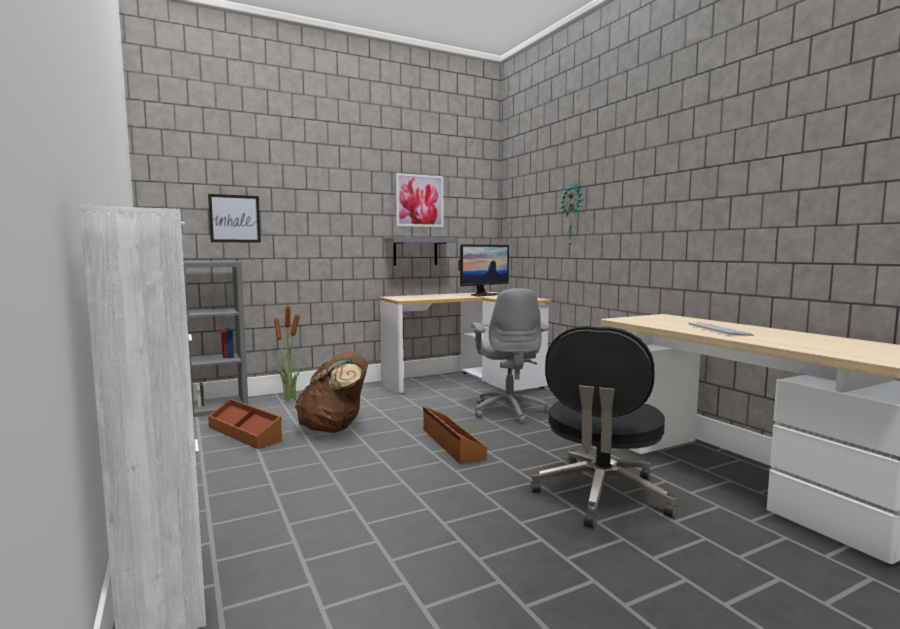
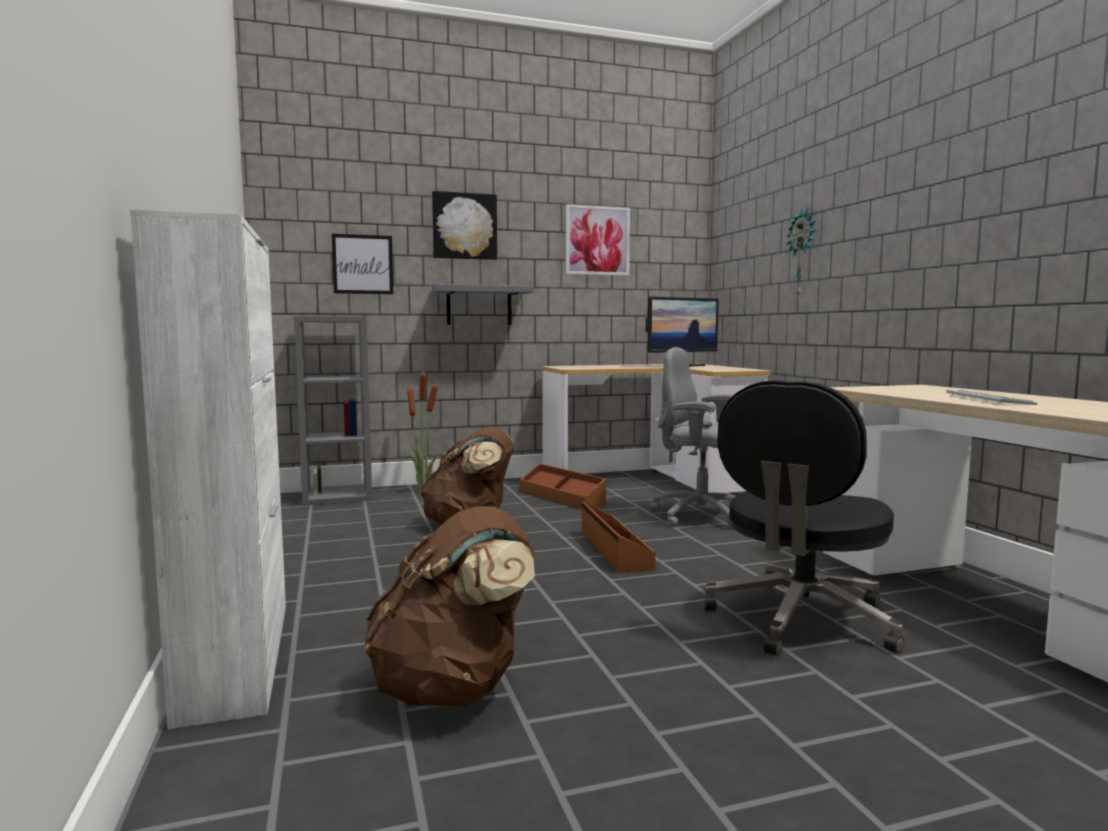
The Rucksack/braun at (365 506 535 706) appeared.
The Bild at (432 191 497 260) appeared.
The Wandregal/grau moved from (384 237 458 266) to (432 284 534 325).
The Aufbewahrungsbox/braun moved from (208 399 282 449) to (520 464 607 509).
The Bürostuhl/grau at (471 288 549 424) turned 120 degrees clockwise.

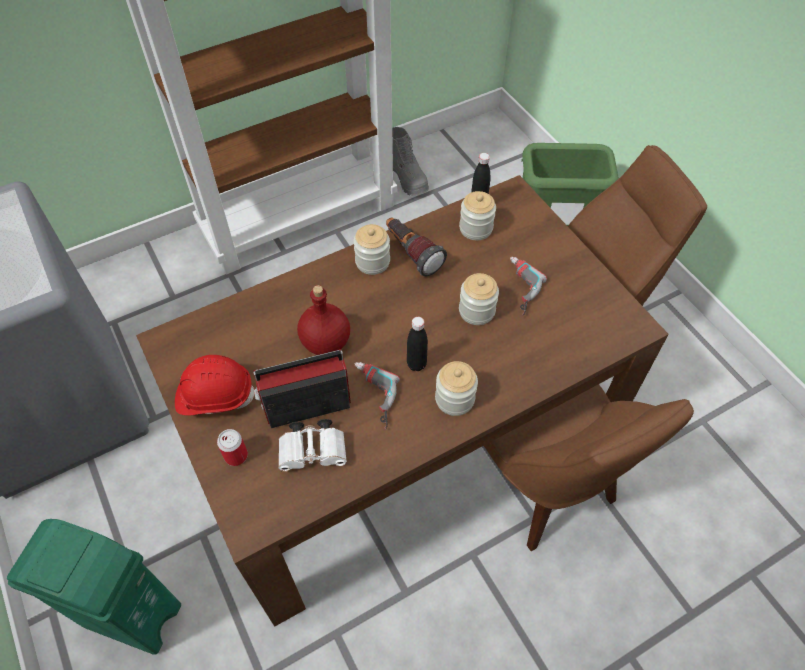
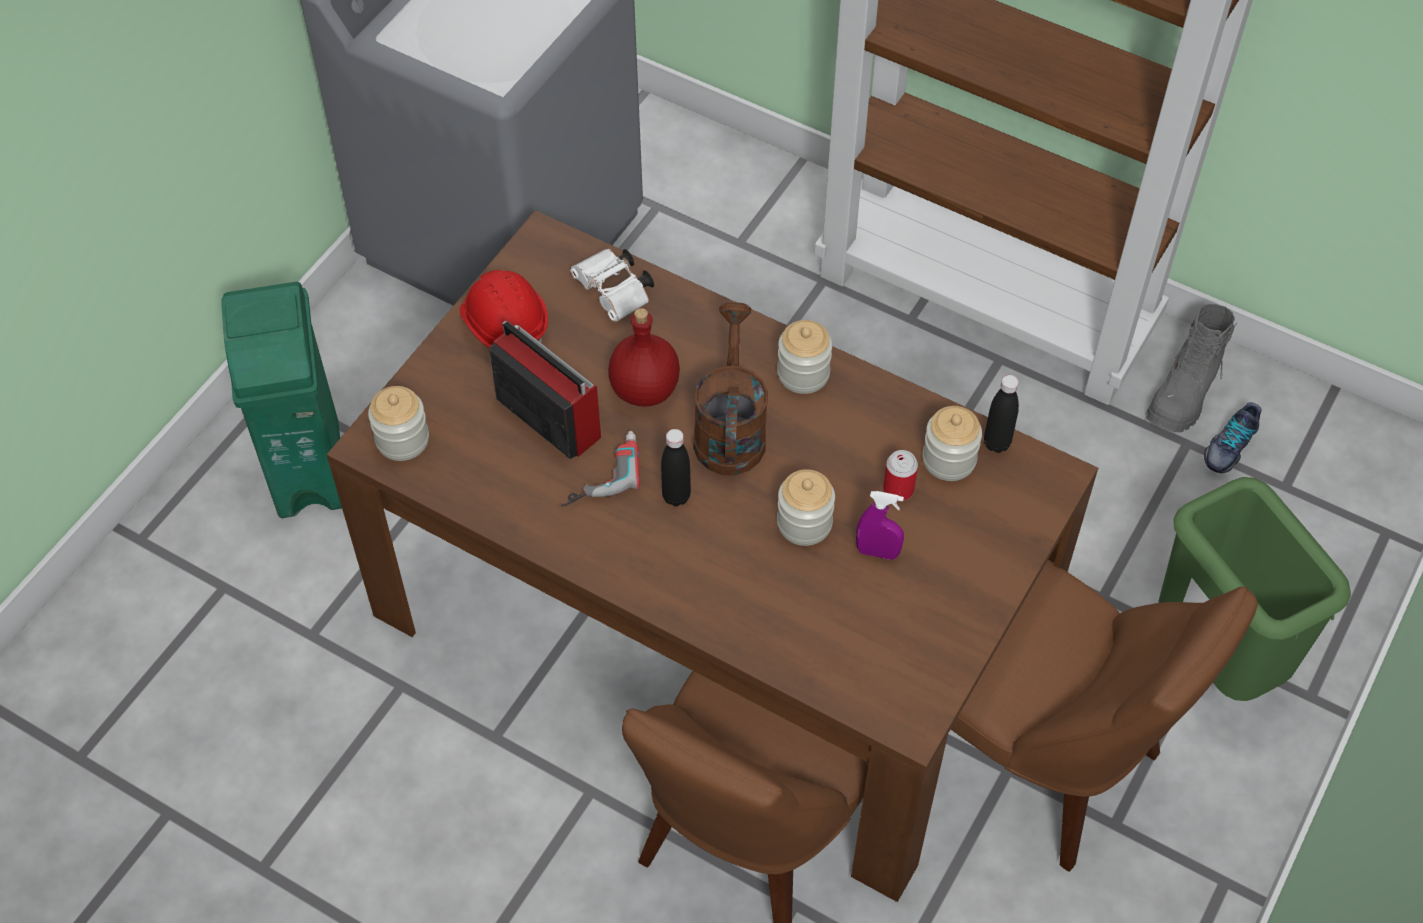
The Vorratsglas moved from (435 361 478 416) to (368 386 429 461).
The Fernglas/weiß moved from (278 419 347 472) to (570 248 654 322).
The Gießkanne/braun at (693 302 768 476) appeared.
The Bohrmaschine at (510 257 547 316) was replaced by the Sprühflasche/lila at (856 491 904 560).
The Dose moved from (217 429 248 466) to (883 450 918 501).
The Schuh at (1204 402 1262 473) appeared.
The Taschenlampe at (386 217 447 277) disappeared.

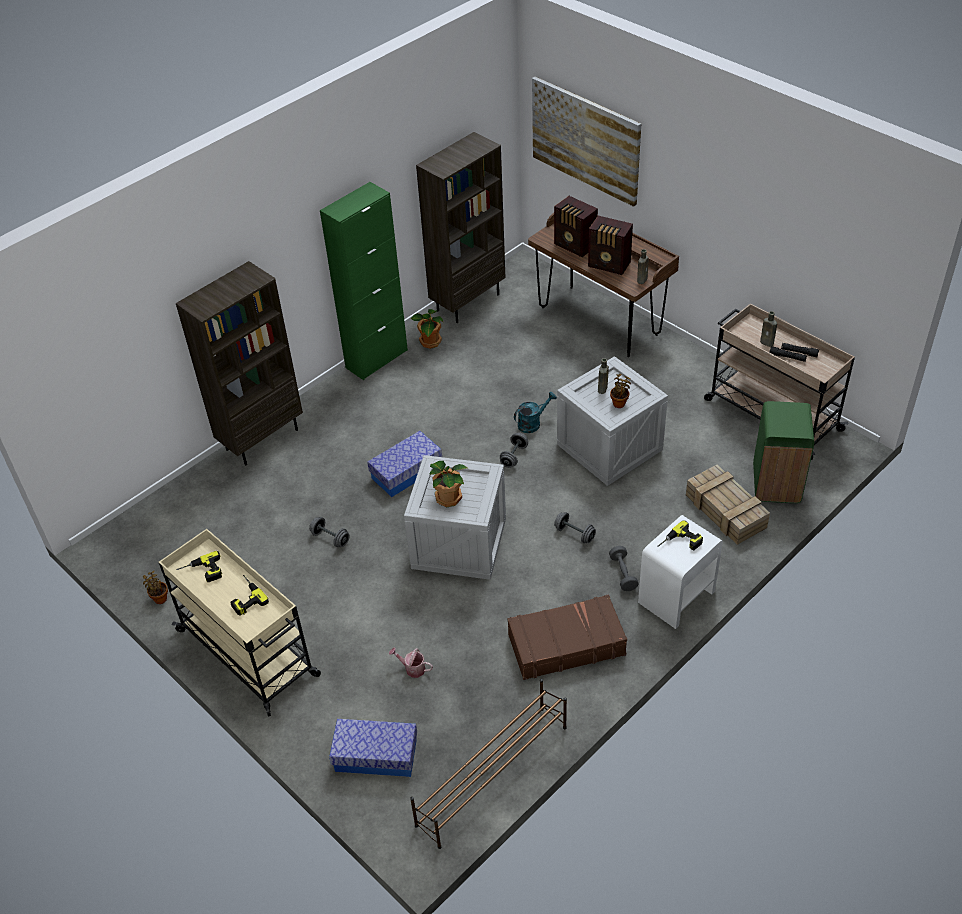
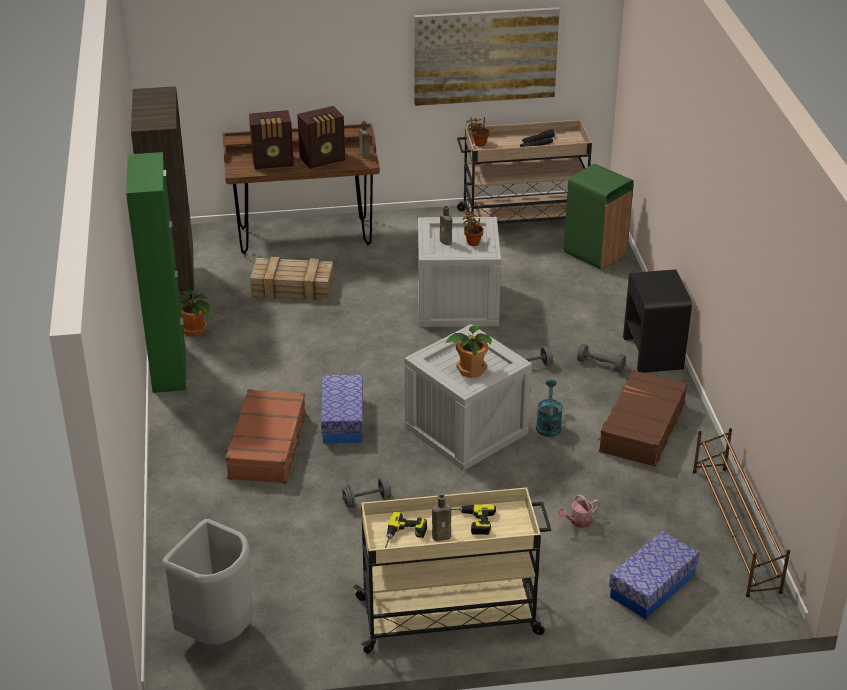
The Mülleimer/grau at (162 519 253 645) appeared.
The Koffer/braun at (226 389 309 484) appeared.
The Kiste moved from (686 465 770 545) to (250 257 334 301).
The Bild moved from (532 76 641 207) to (414 7 560 106).
The Flasche/braun moved from (760 311 777 347) to (432 494 451 541).
The Topfpflanze moved from (143 571 168 604) to (467 117 490 147).
The Gießkanne/türkis moved from (514 392 557 433) to (536 380 563 437).
The Nachttisch/weiß at (638 515 723 629) became the Nachttisch/schwarz at (623 269 692 373).
The Bücherregal/braun at (176 261 303 465) disappeared.
The Hantel/grau at (500 432 528 468) disappeared.
The Bohrmaschine at (657 520 703 551) disappeared.

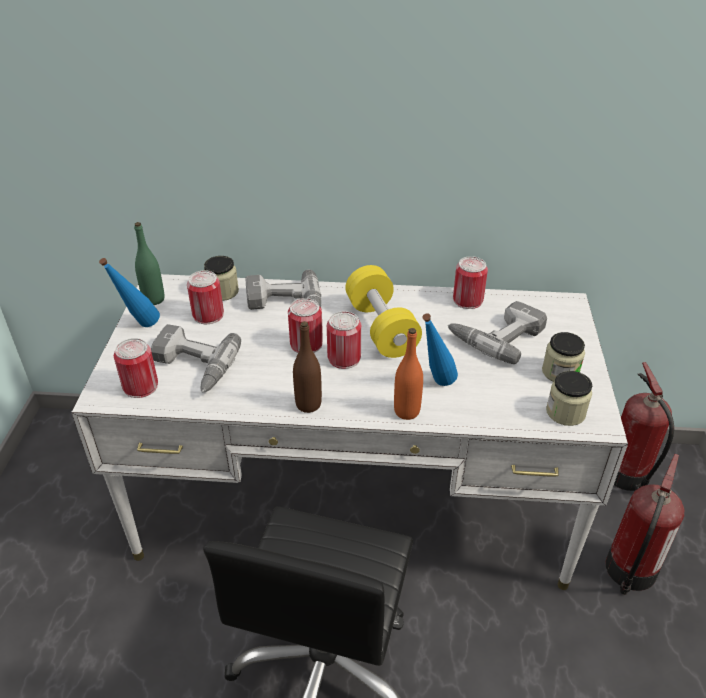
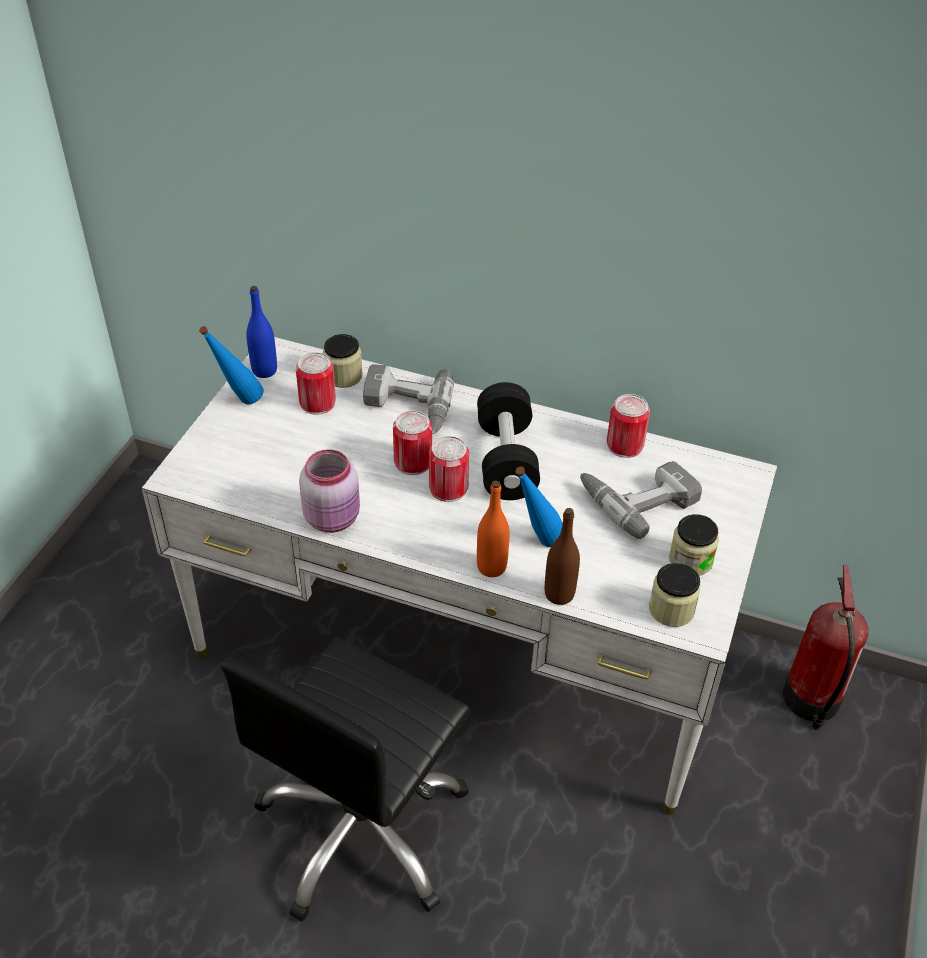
The Flasche/grün at (134 222 165 305) became the Flasche/blau at (246 286 277 378).
The Vorratsglas/rosa at (299 449 360 533) appeared.
The Hantel/gelb at (345 265 422 358) became the Hantel/schwarz at (477 382 540 500).
The Flasche/braun moved from (293 321 322 413) to (545 508 580 605).
The Dose at (114 338 158 398) disappeared.
The Bohrmaschine at (151 324 241 393) disappeared.
The Feuerlöscher at (606 454 684 595) disappeared.

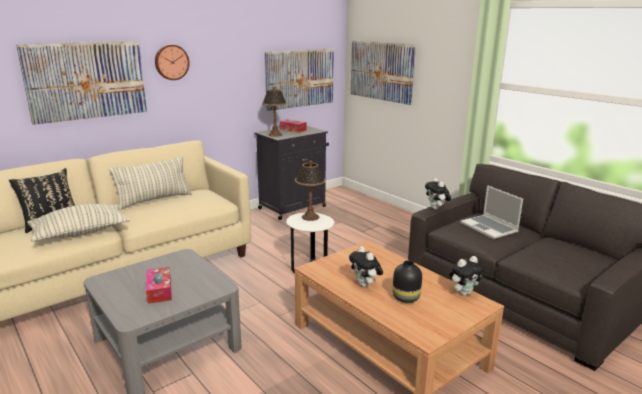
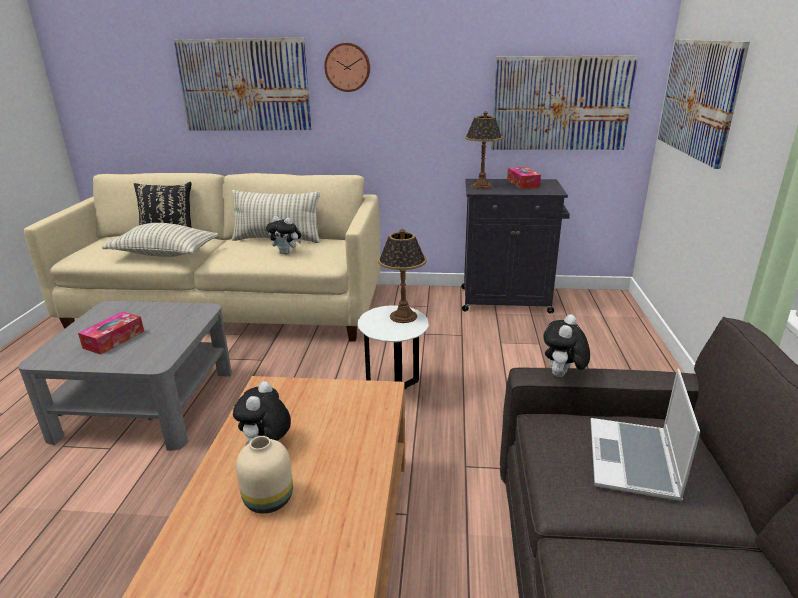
The Vase/schwarz at (393 260 422 303) became the Vase/beige at (236 436 293 514).
The Plüschtier moved from (449 256 485 296) to (266 216 301 254).

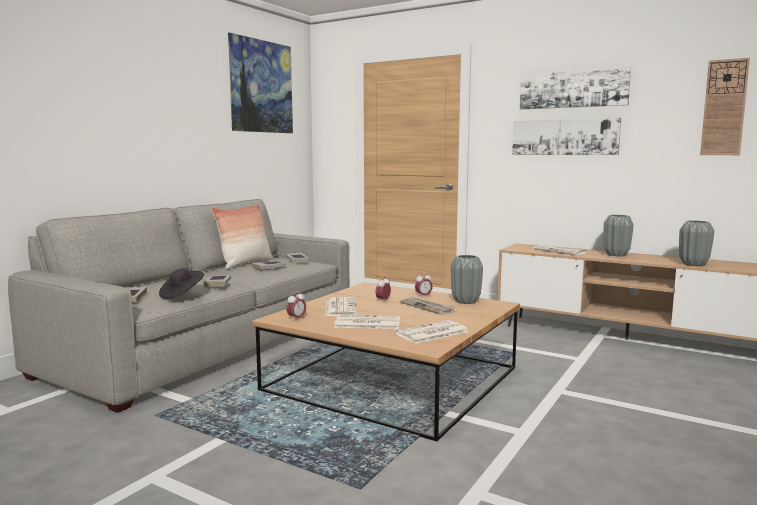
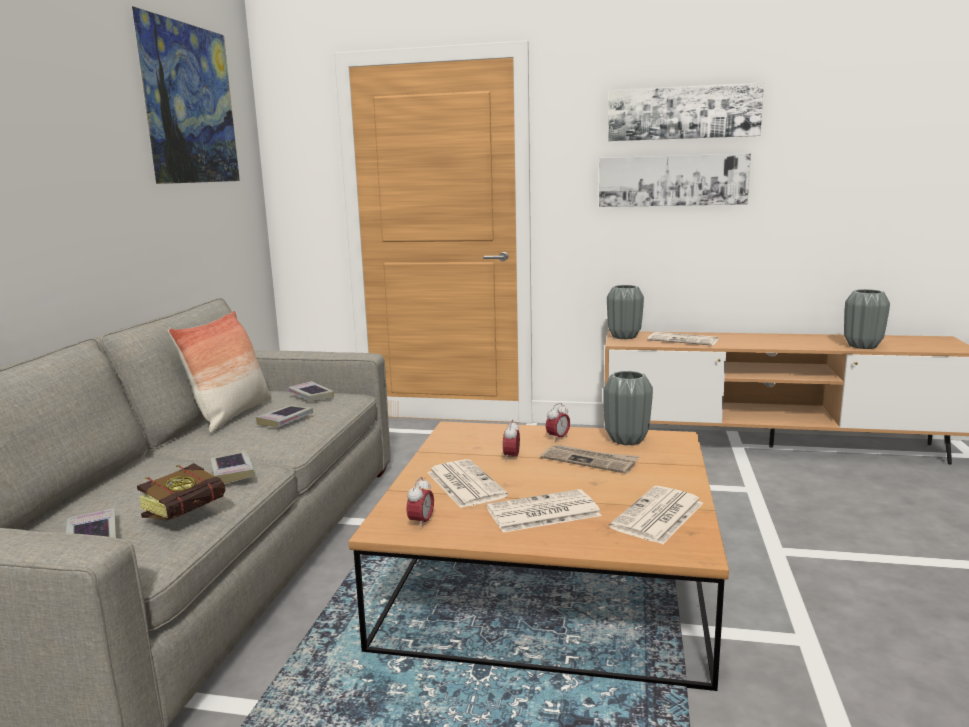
The Hut/schwarz at (159 268 204 299) was replaced by the Buch at (137 463 225 521).
The Vase/grau moved from (604 215 634 256) to (607 285 644 339).
The Wanduhr at (700 58 750 155) disappeared.

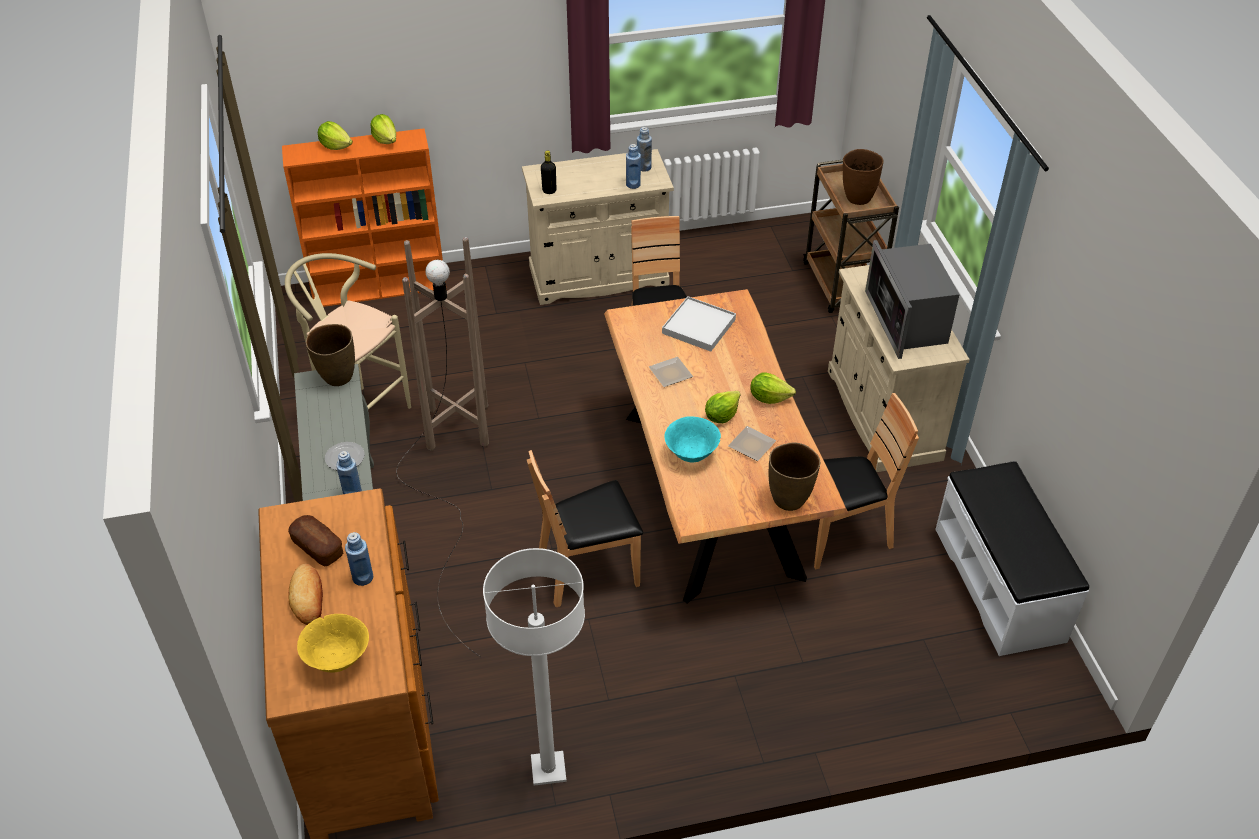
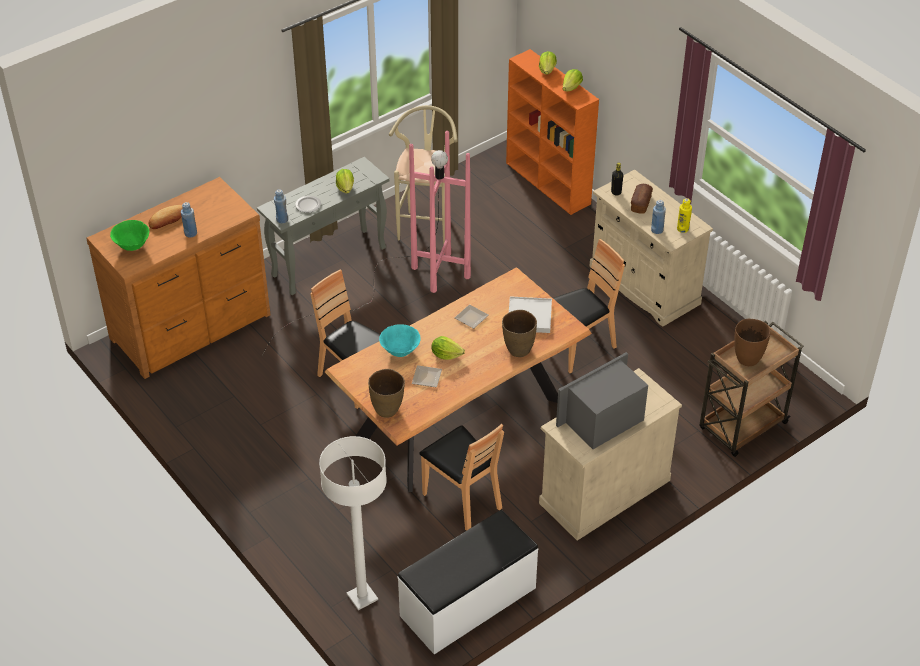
The Schüssel/gelb at (297 614 369 673) became the Schüssel/grün at (110 220 149 251).
The Stehlampe/braun at (396 237 489 657) became the Stehlampe/rosa at (262 131 471 356).
The Stehlampe/weiß moved from (483 548 585 786) to (319 436 387 610).
The Salatkopf moved from (750 373 796 404) to (336 169 354 193).
The Vase/braun moved from (306 324 355 386) to (502 310 537 357).
The Brot moved from (288 515 343 566) to (631 184 653 214).
The Flasche/blau at (637 127 652 172) became the Flasche/gelb at (677 198 692 233).

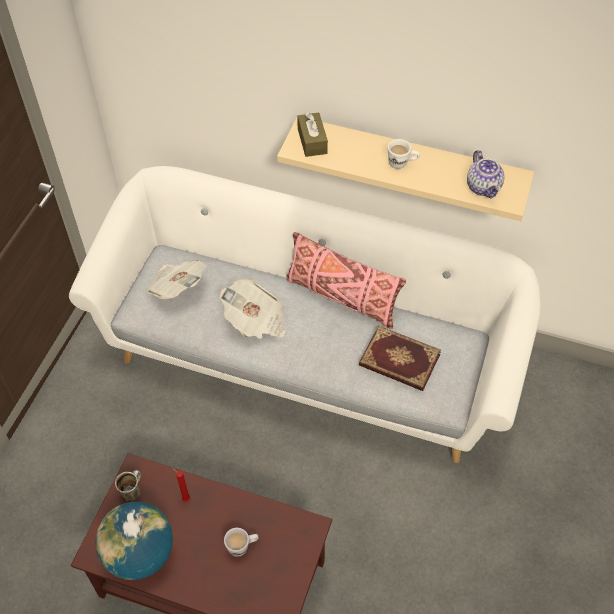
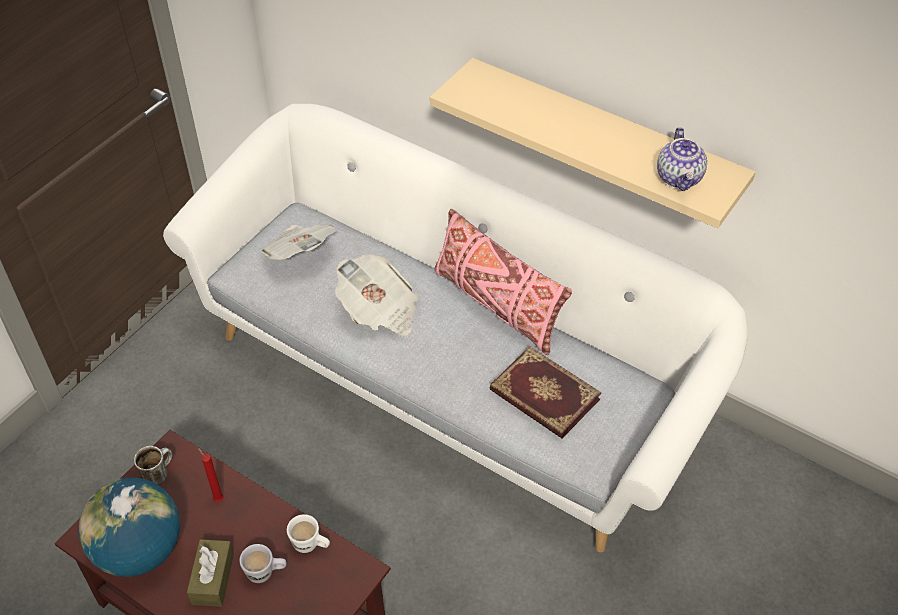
The Taschentuchbox/braun moved from (298 112 328 157) to (187 539 234 607).
The Henkelbecher/weiß moved from (388 139 420 169) to (287 514 330 553).

